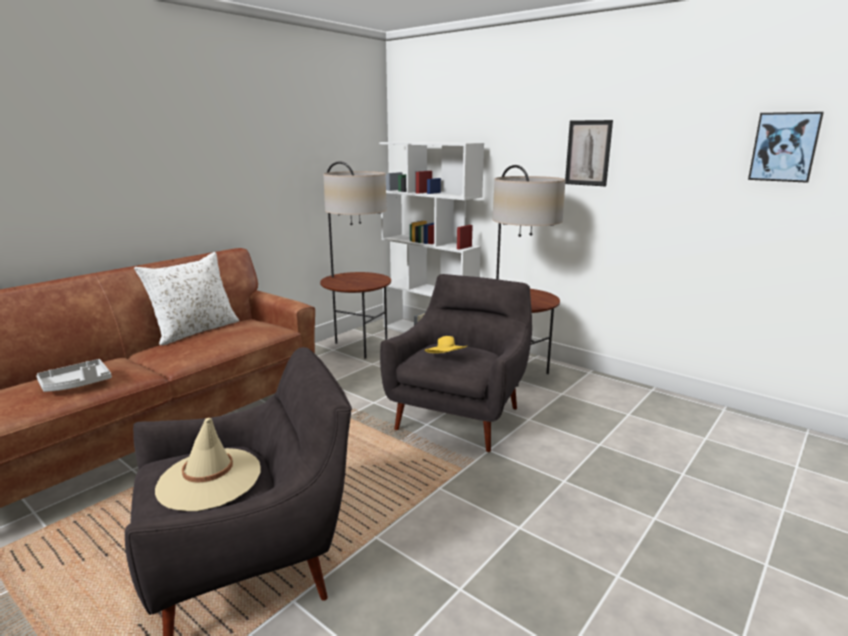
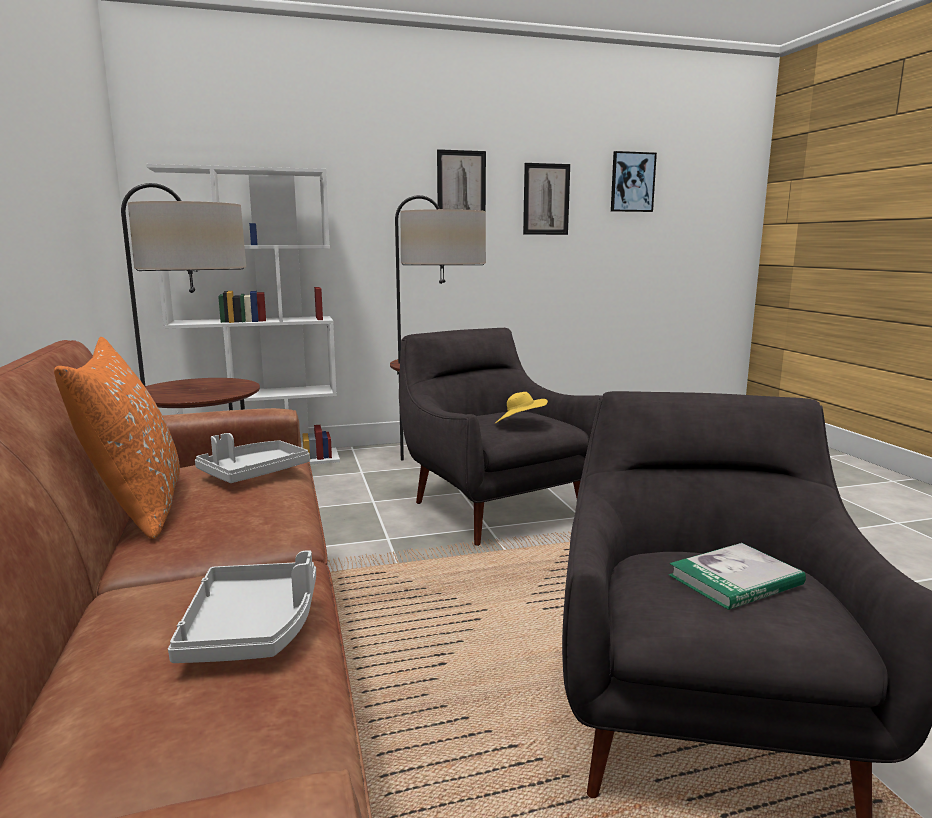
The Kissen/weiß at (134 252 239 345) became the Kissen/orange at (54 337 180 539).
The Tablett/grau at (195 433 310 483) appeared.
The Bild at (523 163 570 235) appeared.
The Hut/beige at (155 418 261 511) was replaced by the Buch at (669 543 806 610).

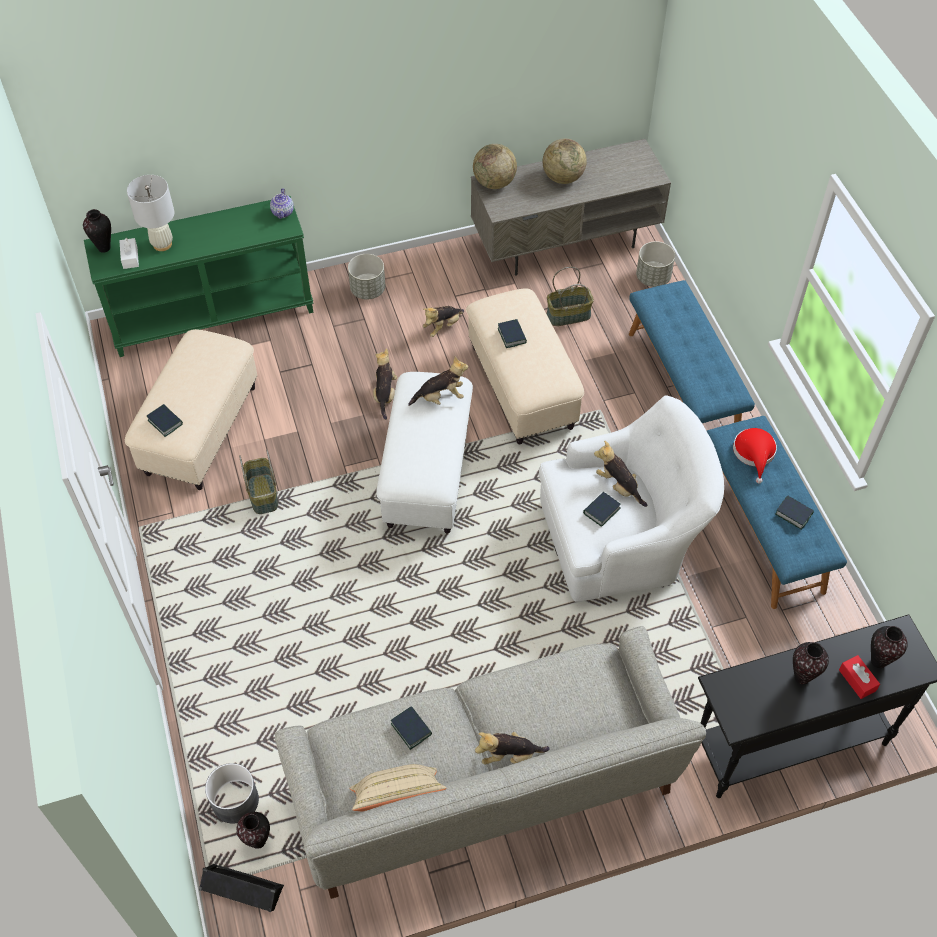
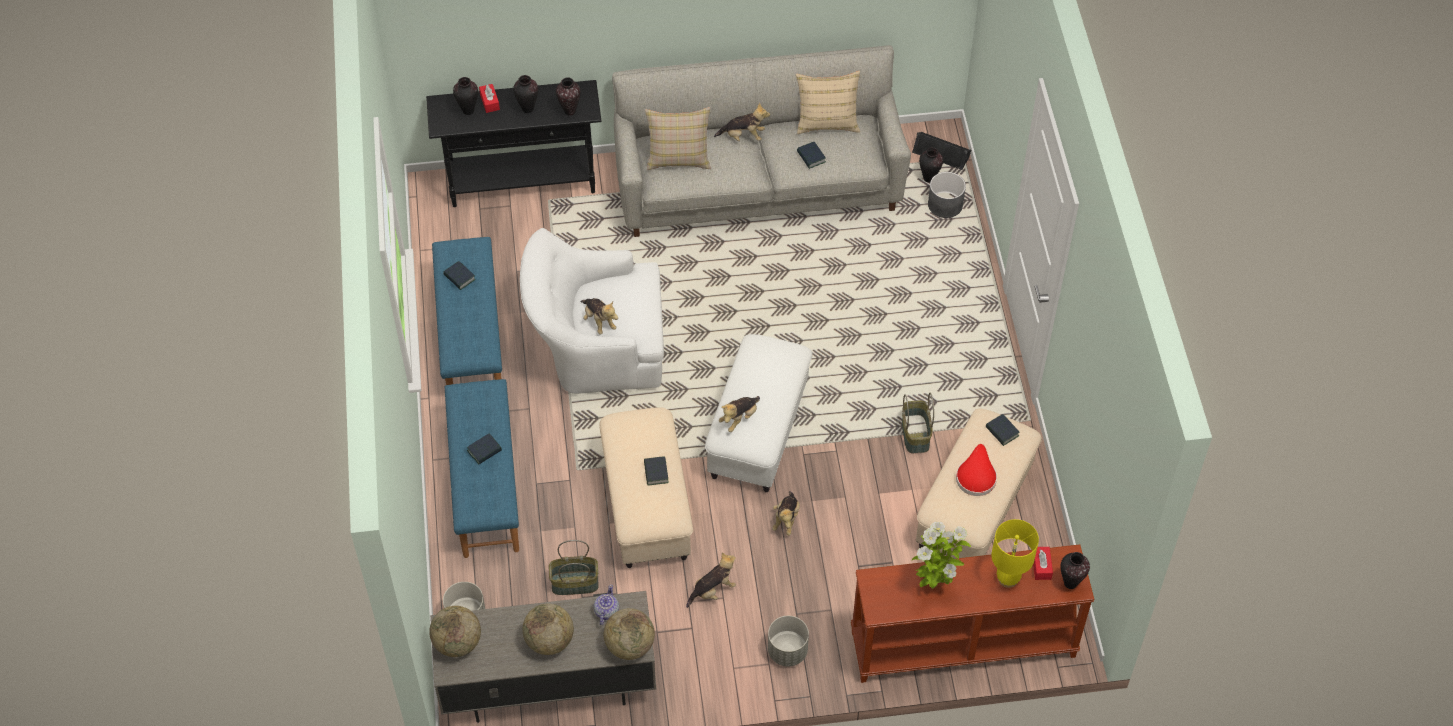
The Globus at (429 606 481 657) appeared.
The Buch moved from (583 492 621 527) to (467 433 502 464).
The Vase at (556 77 581 116) appeared.
The Teekanne moved from (270 188 294 219) to (594 584 619 625).
The Kissen/beige at (645 107 711 170) appeared.
The Plüschtier at (408 357 468 406) turned 45 degrees counterclockwise.
The Konsolentisch/grün at (84 196 313 357) became the Konsolentisch/braun at (851 544 1094 683).
The Topfpflanze at (912 522 971 589) appeared.
The Hut/rot moved from (733 428 777 484) to (956 444 997 496).
The Tischlampe/weiß at (127 175 174 251) became the Tischlampe/gelb at (991 519 1039 588).
The Taschentuchbox/weiß at (119 237 139 269) became the Taschentuchbox/rot at (1033 547 1053 580).

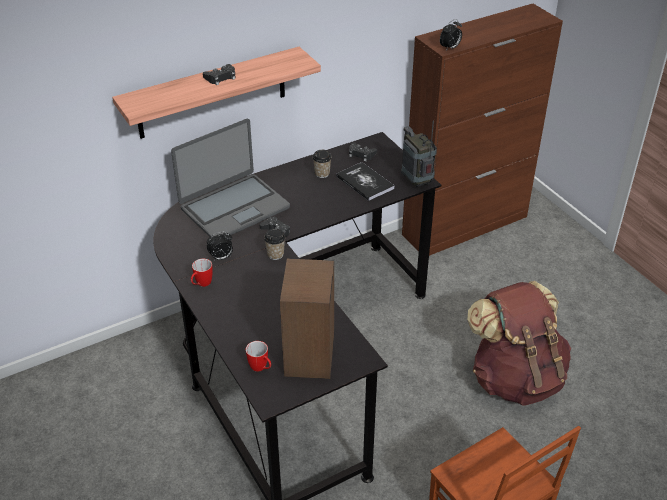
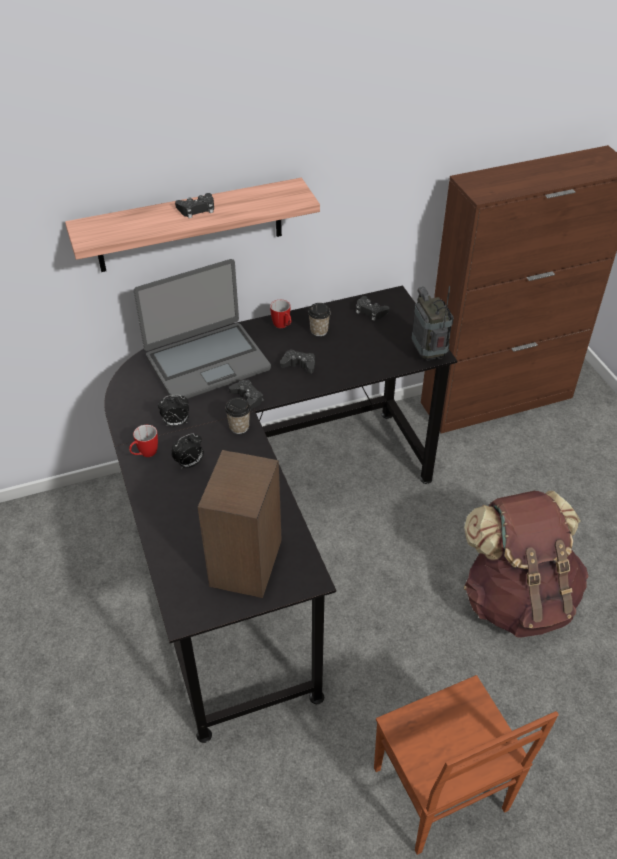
The Wecker moved from (440 19 462 51) to (171 433 204 469).
The Henkelbecher moved from (246 341 271 372) to (270 300 291 328).
The Gamepad/schwarz at (280 349 315 373) appeared.
The Buch at (336 162 395 201) disappeared.

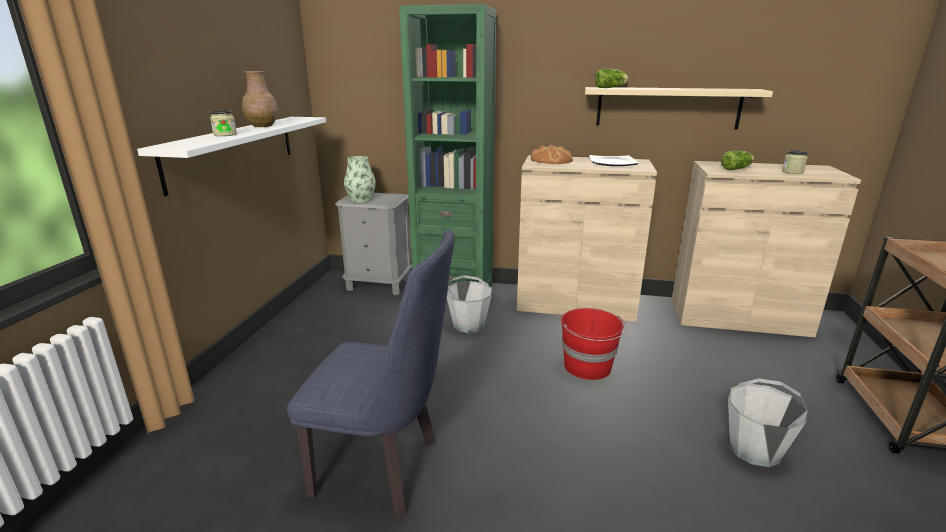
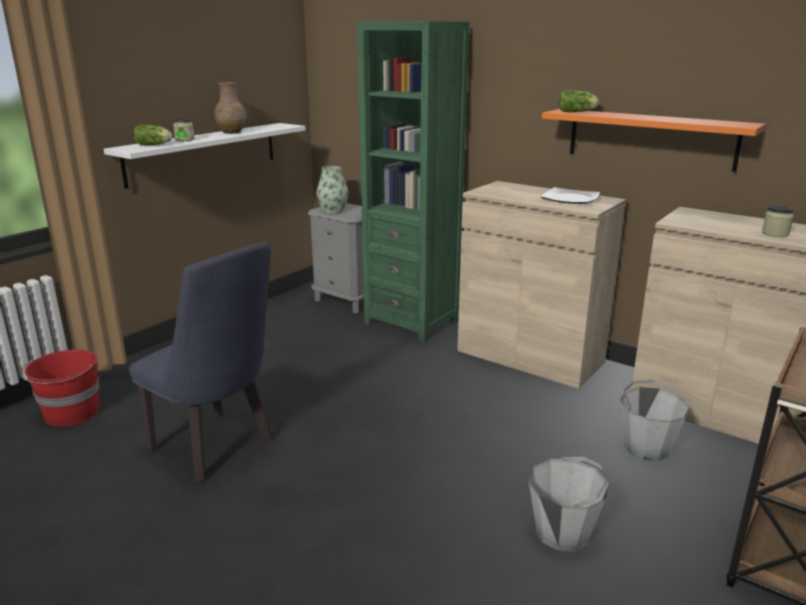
The Eimer/rot moved from (561 308 626 380) to (22 349 99 426).
The Salatkopf moved from (721 150 754 170) to (134 125 172 145).
The Wandregal/beige at (585 87 773 129) became the Wandregal/orange at (542 109 766 172).
The Eimer/grau moved from (447 275 492 333) to (620 380 689 461).
The Brot at (531 145 573 164) disappeared.

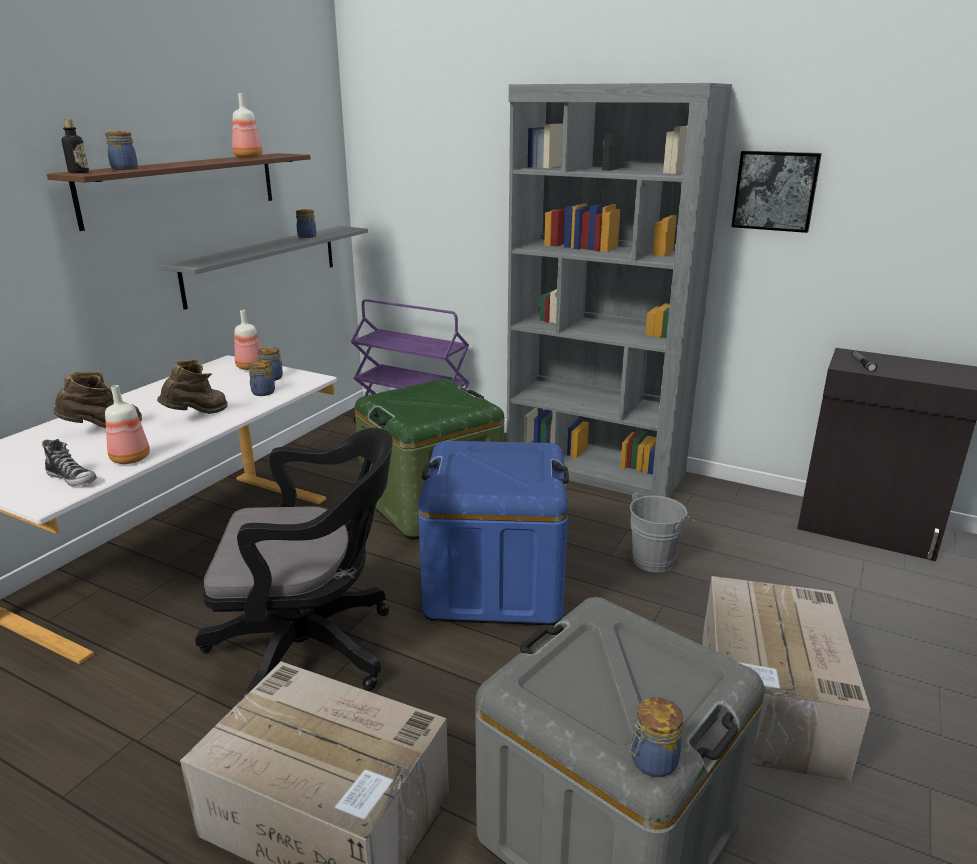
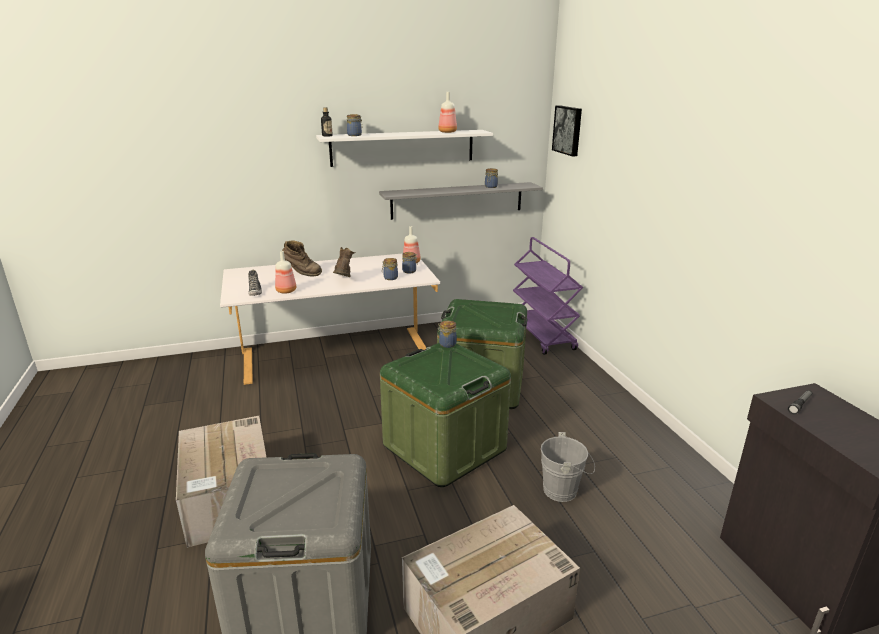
The Wandregal/braun at (47 153 311 231) became the Wandregal/weiß at (316 130 493 167).
The Stiefel/braun at (157 359 227 414) turned 90 degrees counterclockwise.
The Aufbewahrungsbox/blau at (418 441 569 625) became the Aufbewahrungsbox/grün at (380 343 511 487).
The Vorratsglas moved from (630 697 683 777) to (437 321 457 348).
The Bild moved from (731 151 822 233) to (552 105 582 157).
The Bürostuhl/schwarz at (195 428 393 697) disappeared.
The Bücherregal/grau at (506 83 732 498) disappeared.

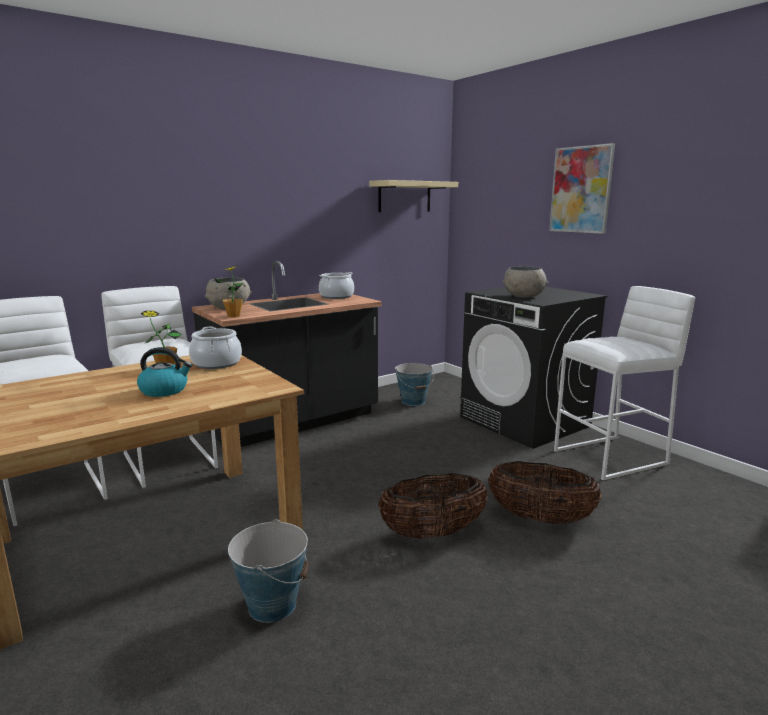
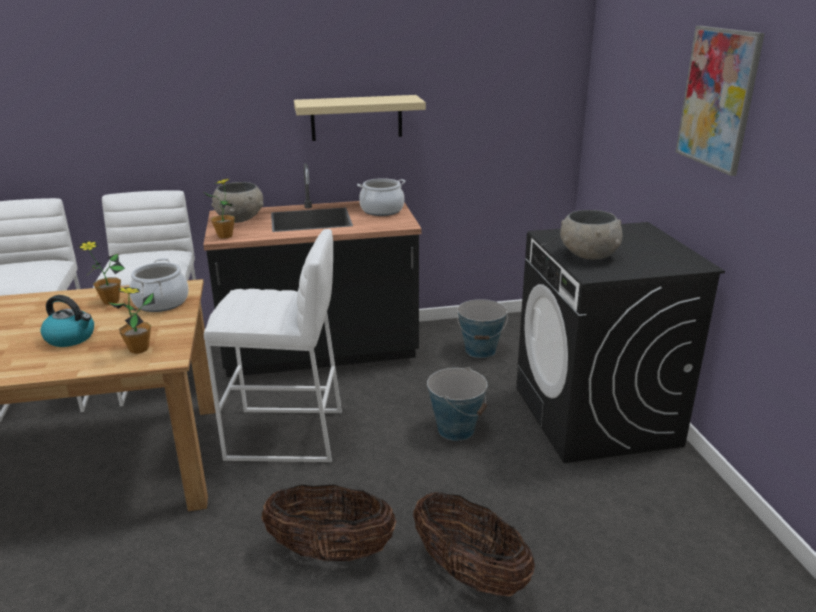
The Topfpflanze at (109 287 155 354) appeared.
The Hocker/weiß moved from (554 286 695 480) to (204 229 342 462).
The Wandregal/beige moved from (369 180 458 212) to (294 95 426 141).
The Eimer moved from (228 519 310 623) to (427 367 487 441).

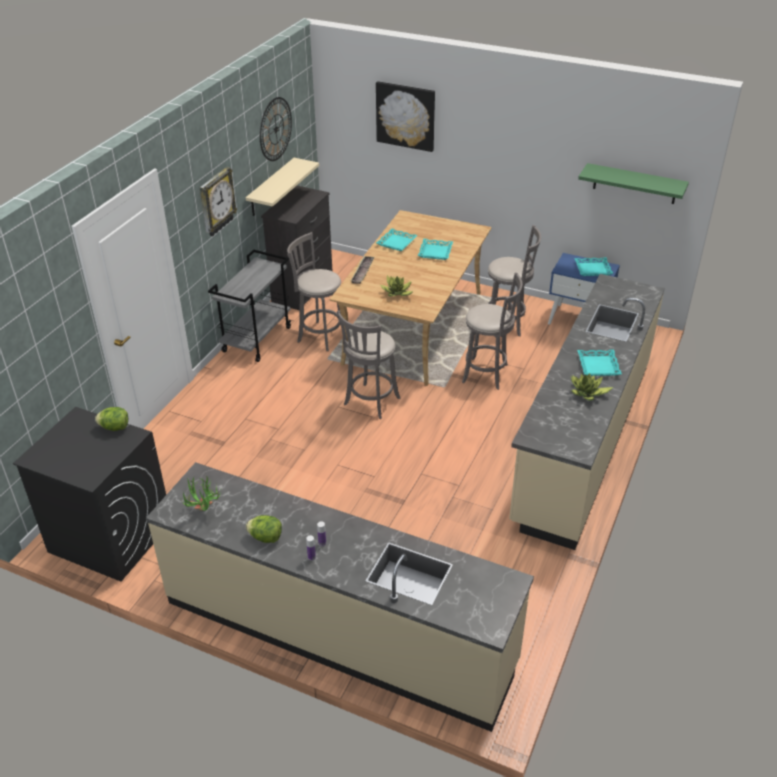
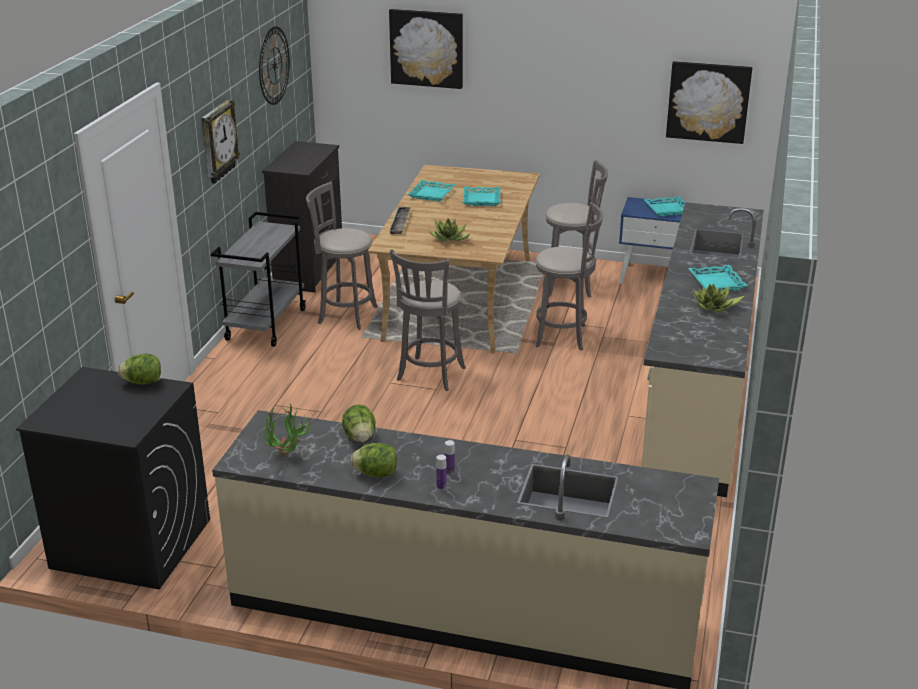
The Salatkopf at (342 405 376 442) appeared.
The Wandregal/grün at (578 163 689 204) was replaced by the Bild at (666 61 752 144).
The Wandregal/beige at (246 158 319 216) disappeared.

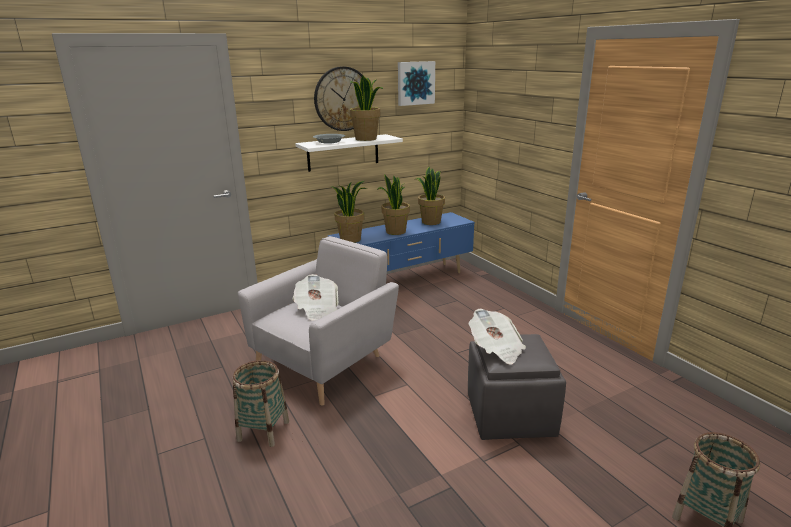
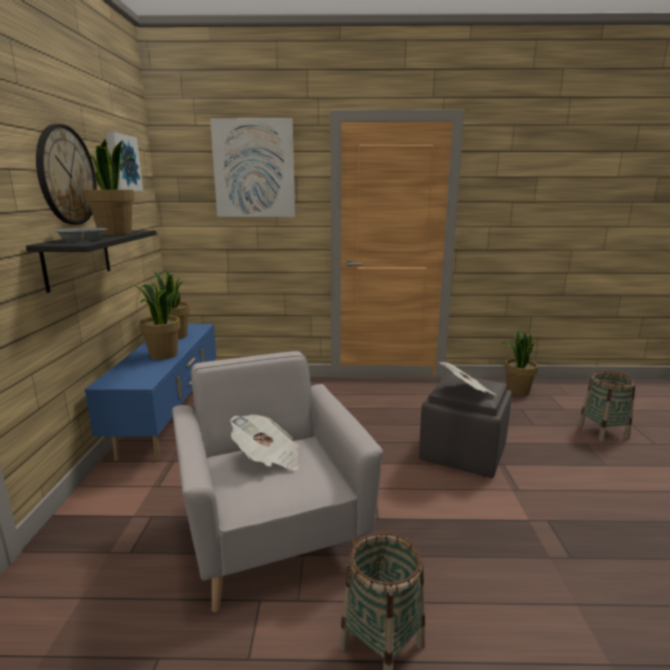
The Wandregal/weiß at (295 134 403 172) became the Wandregal/schwarz at (26 230 157 293).
The Bild at (210 118 295 217) appeared.
The Topfpflanze moved from (330 181 367 243) to (503 328 538 396).

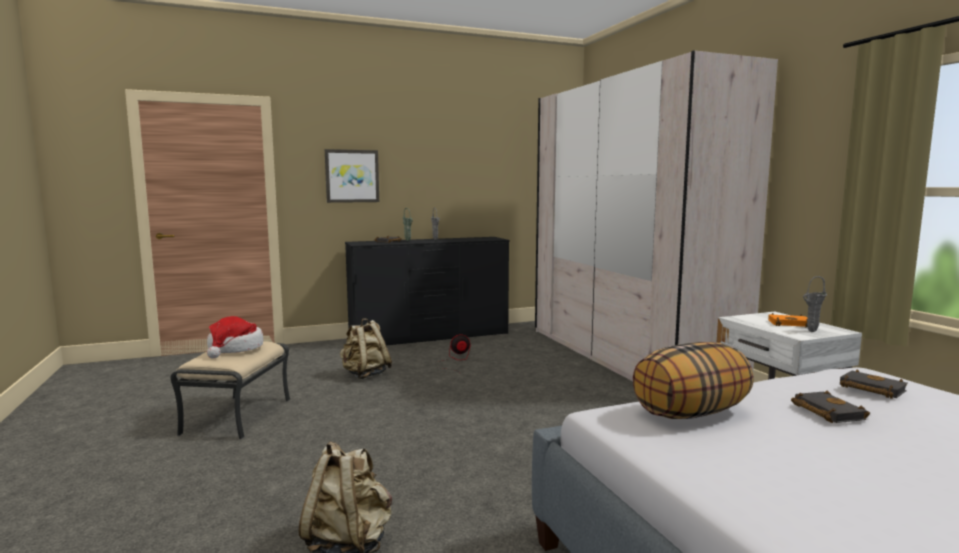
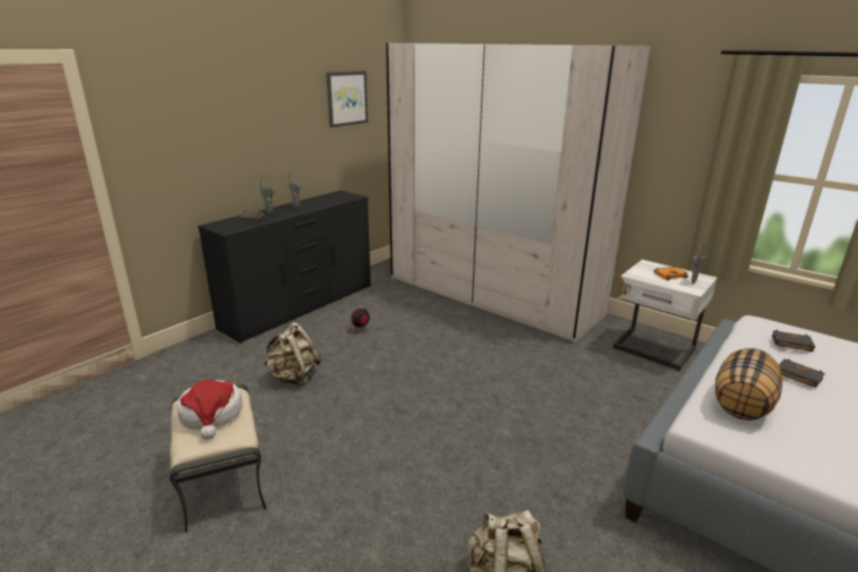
The Bild moved from (325 149 379 203) to (326 71 368 128).

